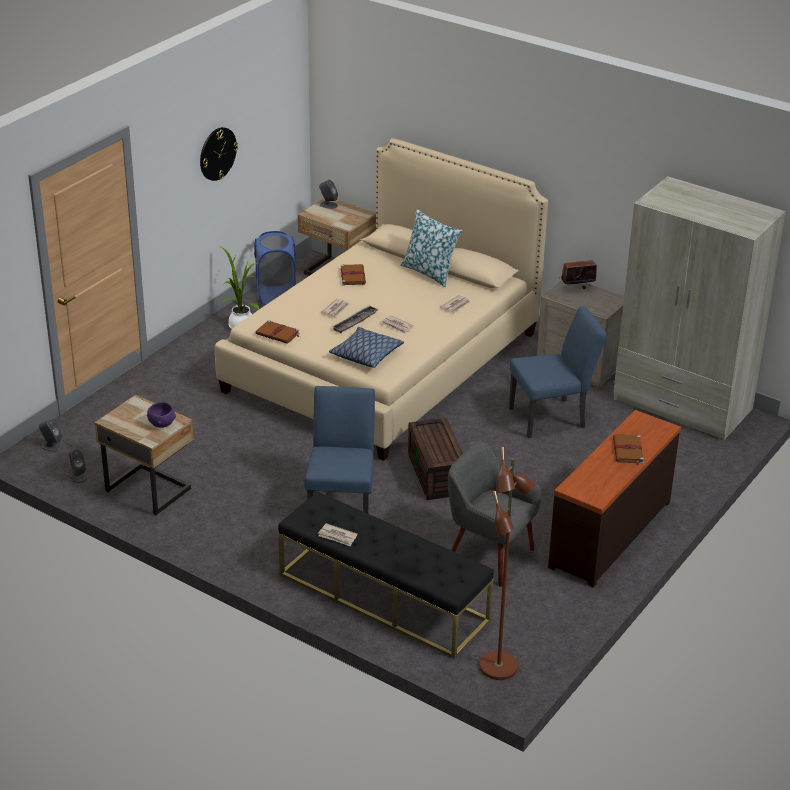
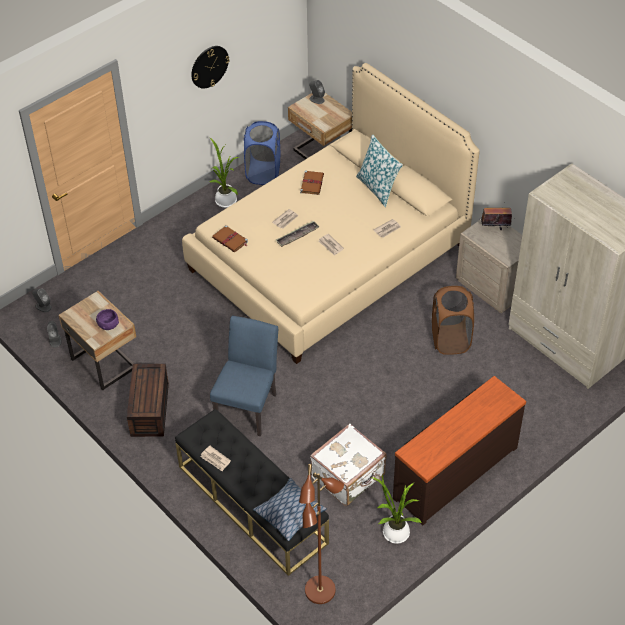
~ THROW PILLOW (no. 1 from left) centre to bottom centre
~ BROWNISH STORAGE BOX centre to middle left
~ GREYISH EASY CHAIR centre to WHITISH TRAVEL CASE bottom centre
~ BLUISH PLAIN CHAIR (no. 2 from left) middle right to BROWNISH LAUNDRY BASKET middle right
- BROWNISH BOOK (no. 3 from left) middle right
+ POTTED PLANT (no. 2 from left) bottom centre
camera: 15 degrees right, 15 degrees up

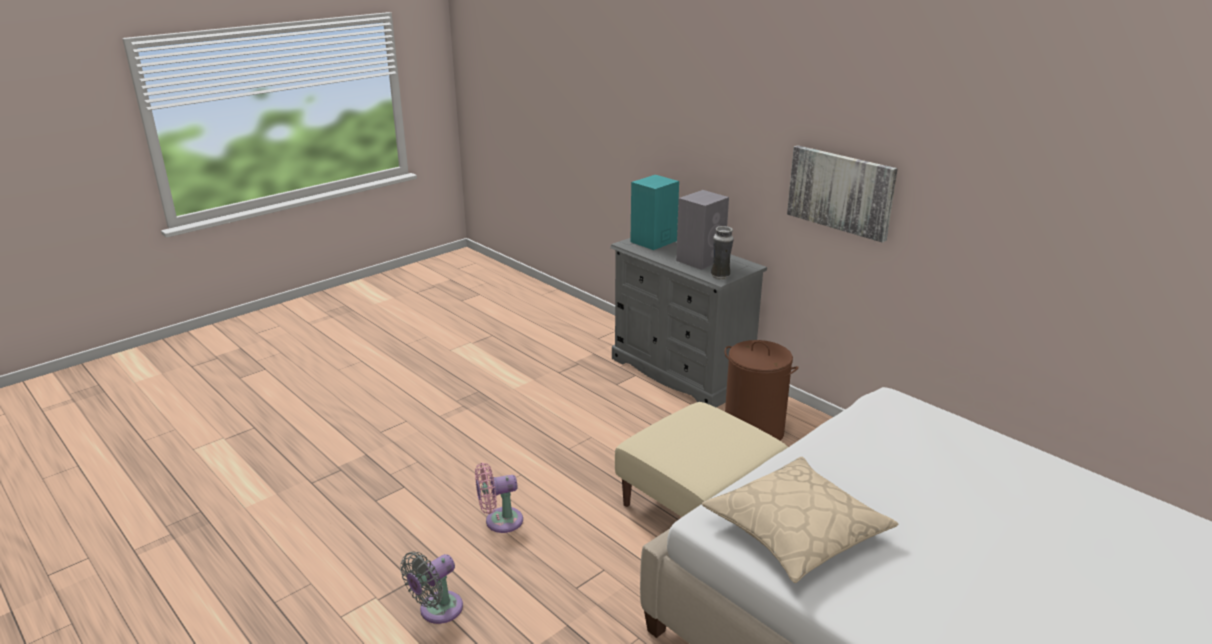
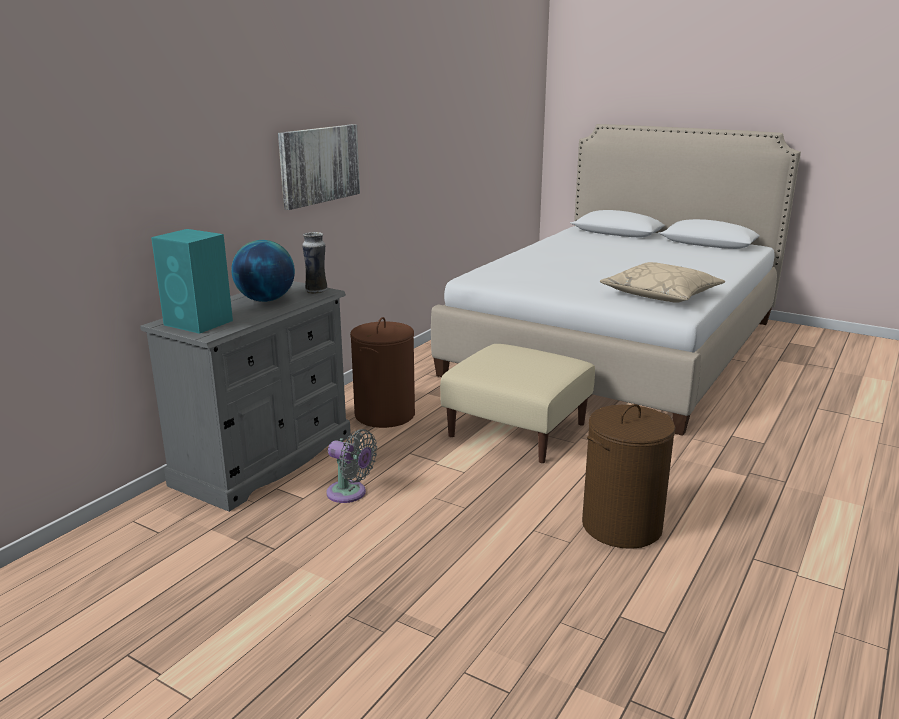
~ GREYISH ELECTRIC FAN bottom centre to centre
~ PINK-COLOURED ELECTRIC FAN bottom centre to BROWNISH LAUNDRY BASKET (no. 2 from left) middle right
~ GREYISH LOUDSPEAKER centre to WORLD GLOBE middle left
camera: 105 degrees left, 5 degrees down

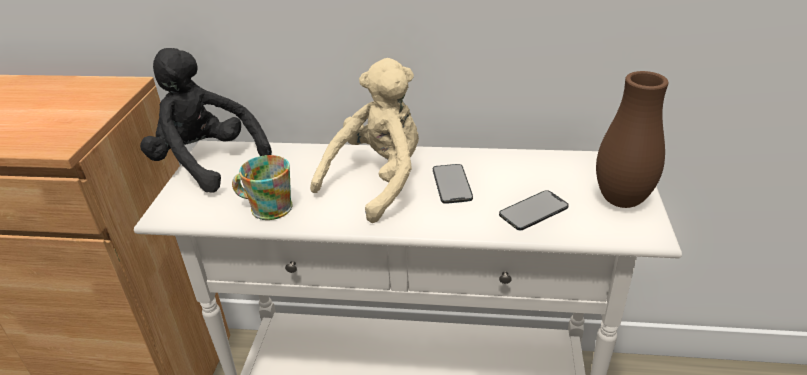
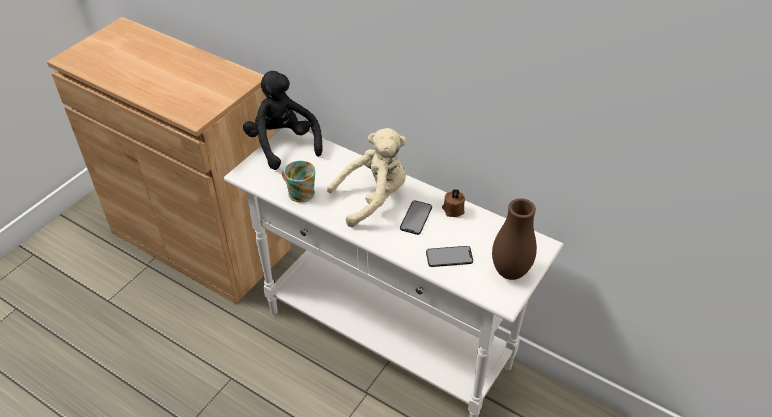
+ BROWNISH CANDLE centre
camera: 25 degrees right, 10 degrees up

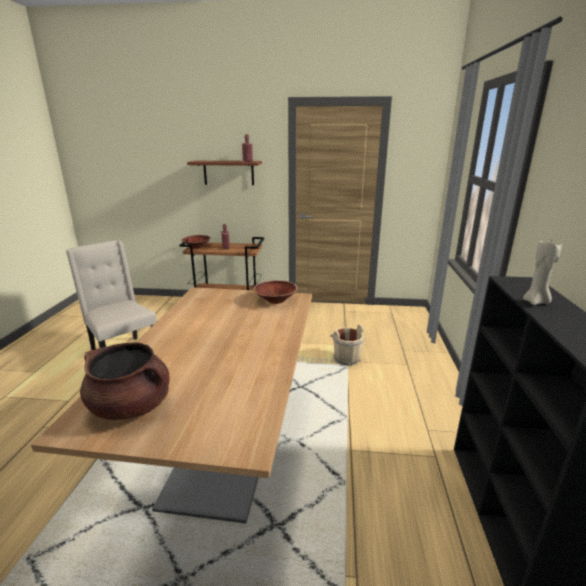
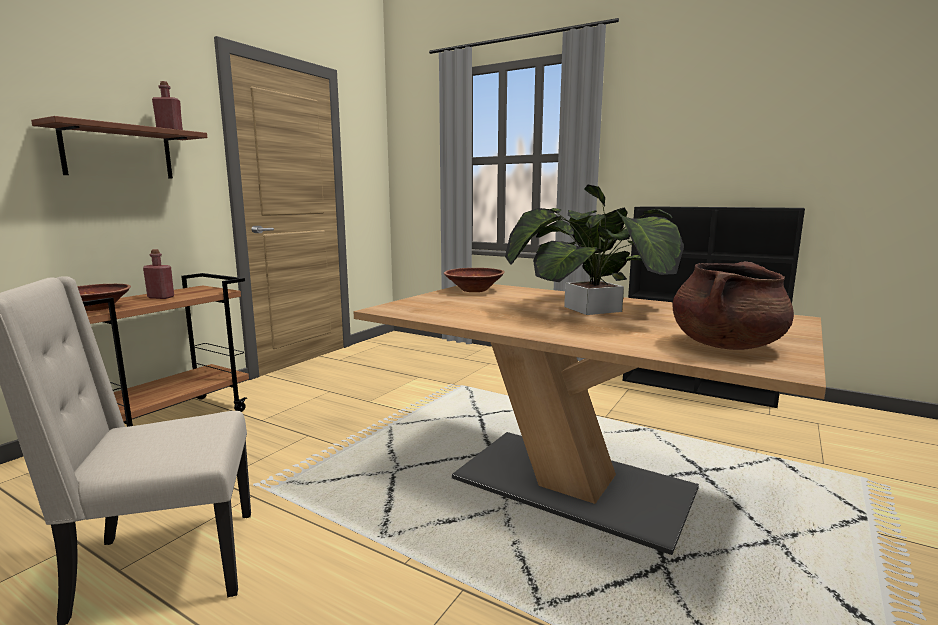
- BEIGE BUCKET centre
- BEIGE CANDLE middle right
+ POTTED PLANT centre
camera: 65 degrees left, 10 degrees down

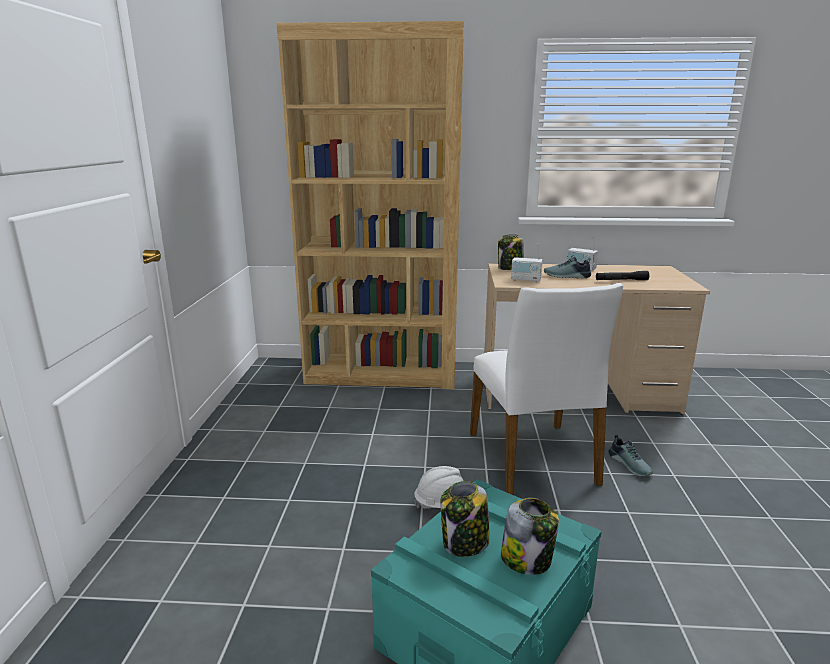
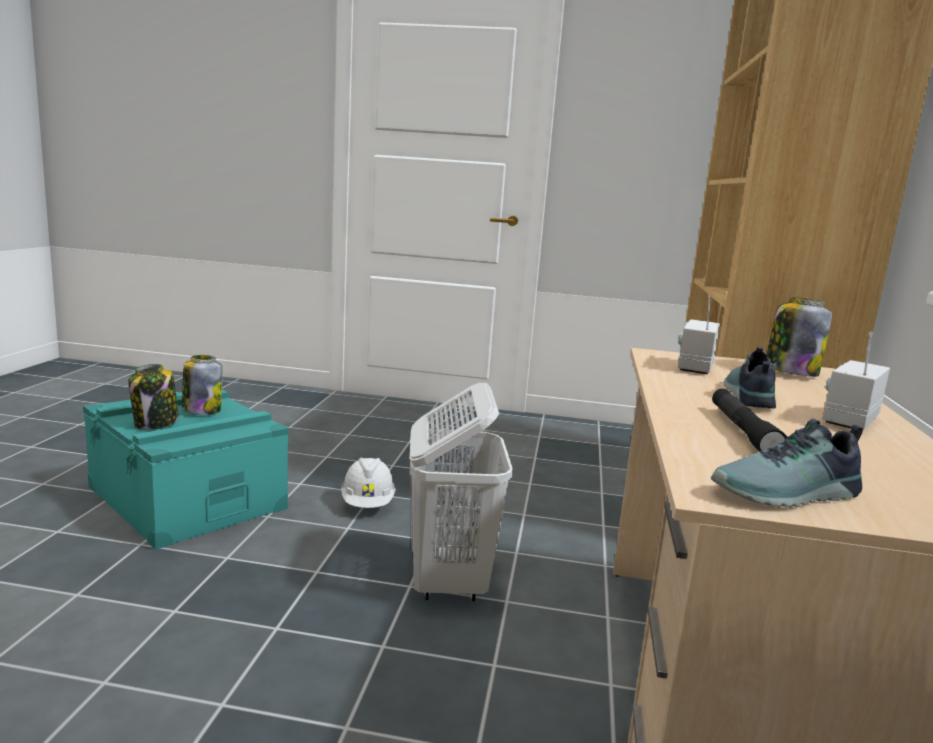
~ WHITISH PLAIN CHAIR centre to WHITISH LAUNDRY BASKET centre
~ LOW SHOE (no. 2 from left) bottom right to middle right
camera: 95 degrees right, 5 degrees down

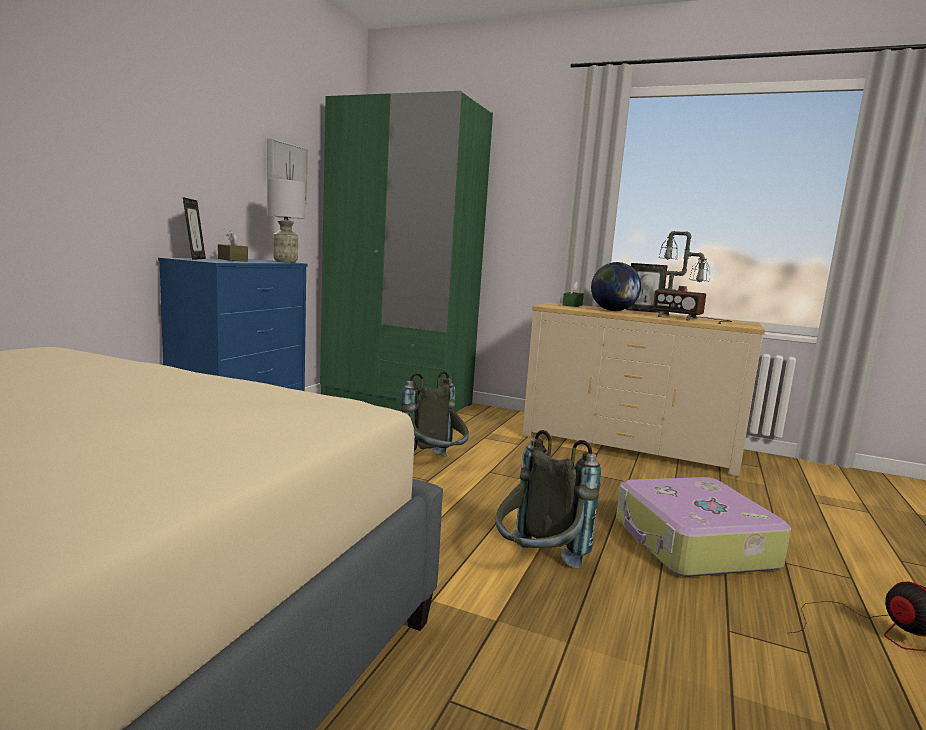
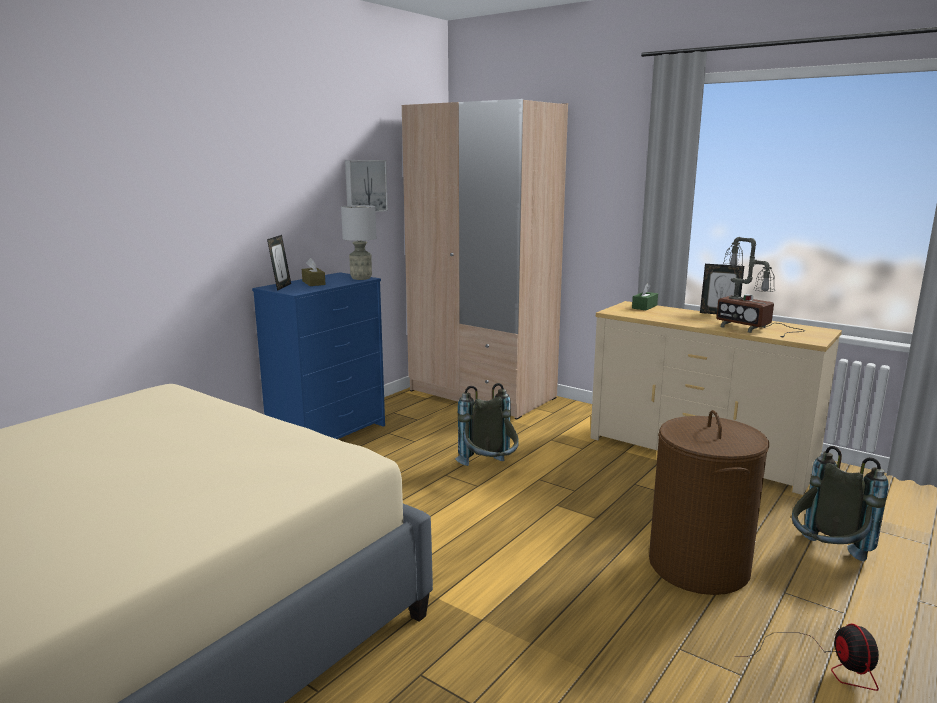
~ GREEN ARMOIRE centre to BEIGE ARMOIRE centre
~ GREYISH RUCKSACK (no. 2 from left) bottom centre to bottom right
- WORLD GLOBE centre
~ TRAVEL CASE bottom right to BROWNISH LAUNDRY BASKET bottom right
camera: 15 degrees right, 5 degrees up

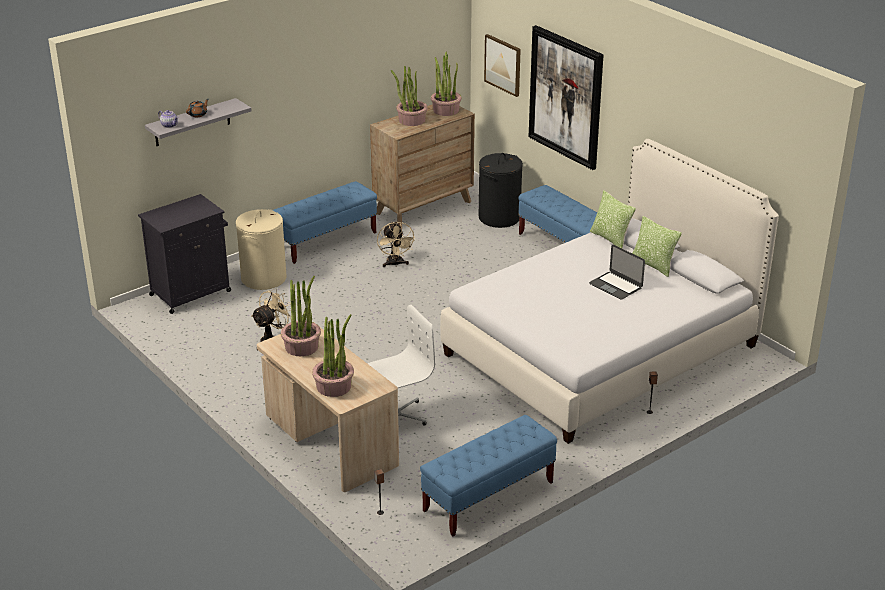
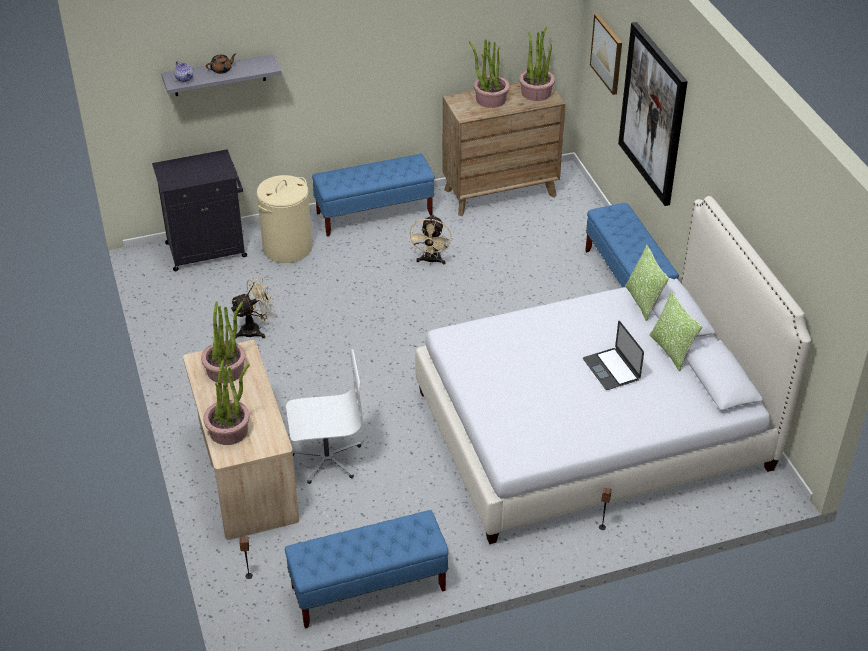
- BLACK-COLOURED LAUNDRY BASKET top centre
camera: 20 degrees right, 10 degrees up

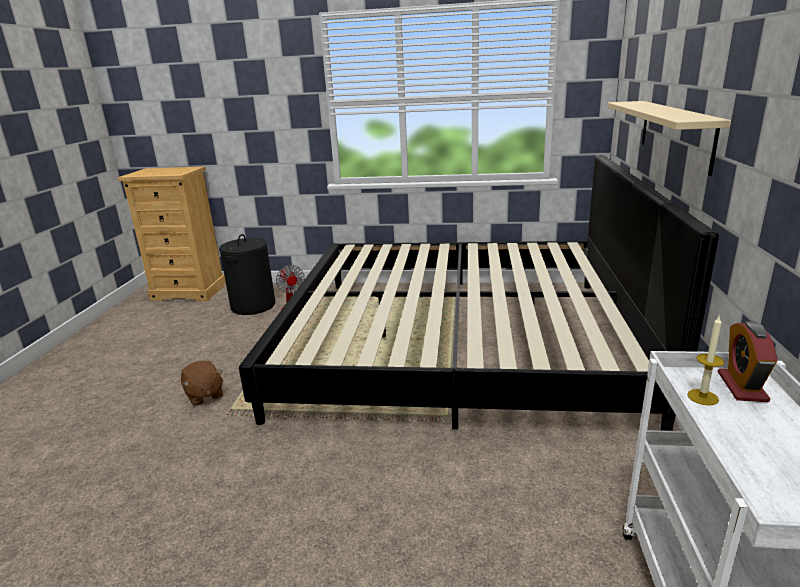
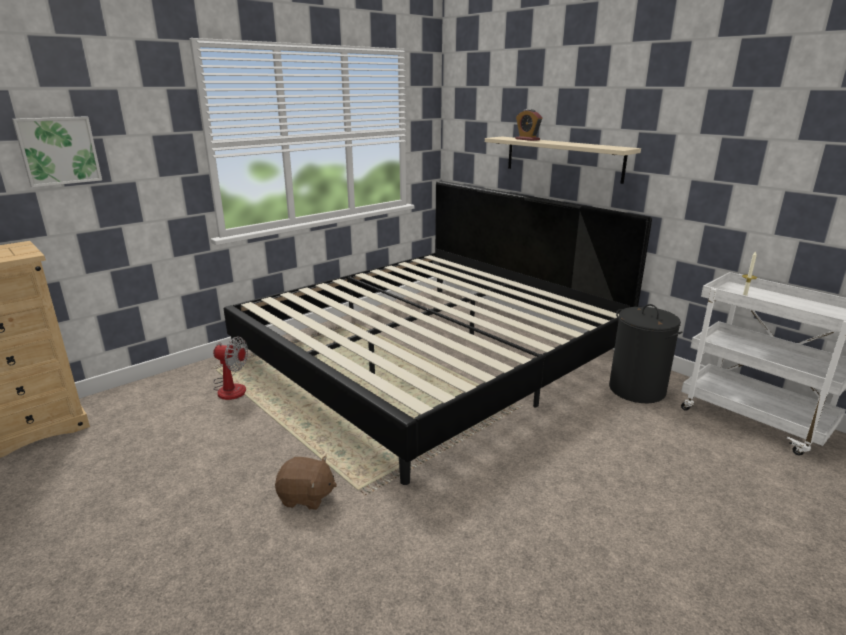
~ BLACK-COLOURED LAUNDRY BASKET middle left to middle right
~ TABLE CLOCK middle right to top centre
+ PICTURE top left
camera: 50 degrees left, 0 degrees up

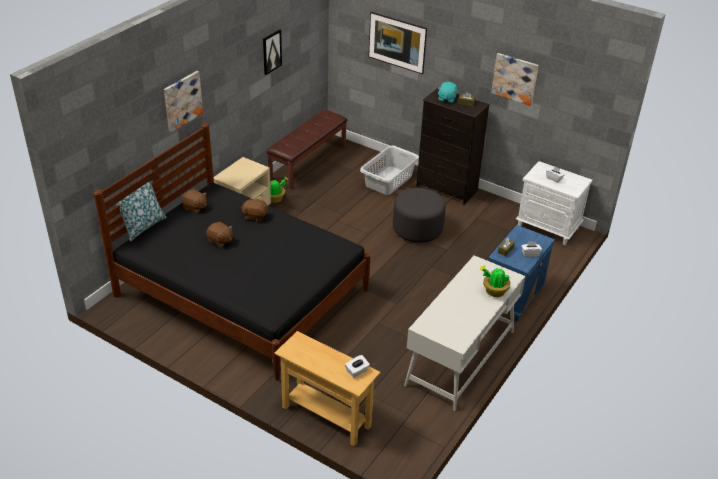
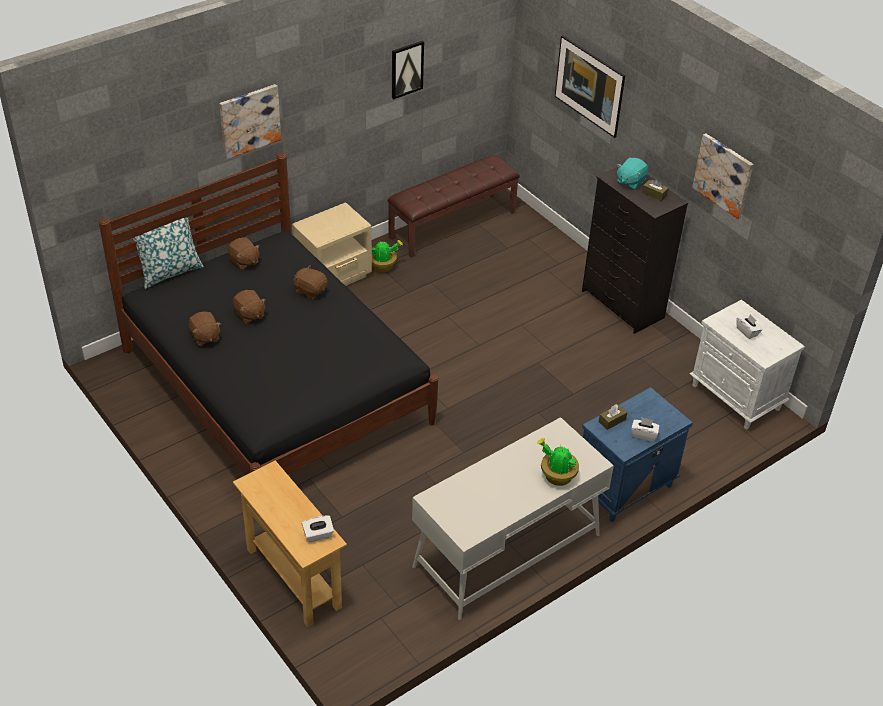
- GREYISH LAUNDRY BASKET centre
- GREYISH OTTOMAN centre
+ BROWNISH CUDDLY TOY (no. 1 from left) middle left
camera: 20 degrees right, 5 degrees up

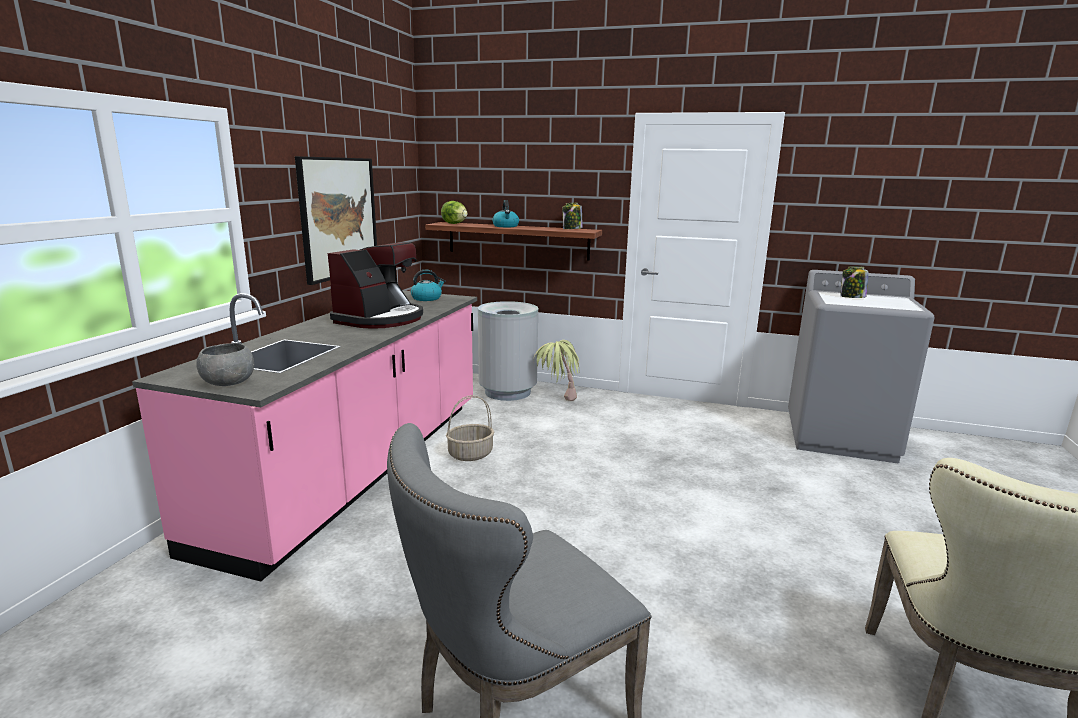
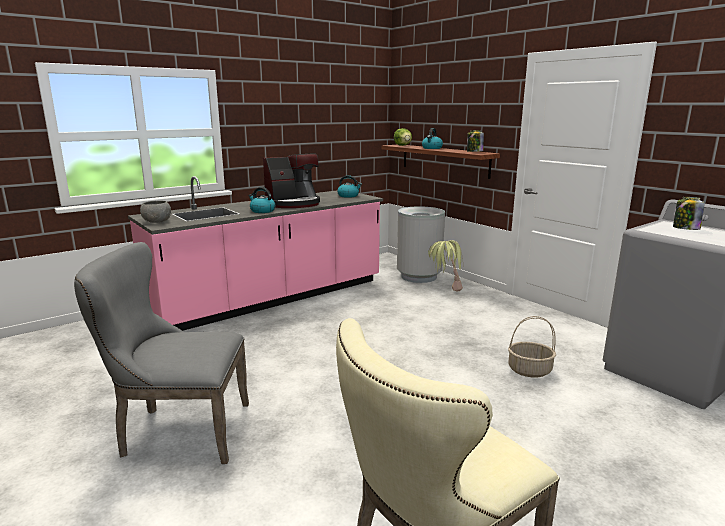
- PICTURE top left
~ STORAGE BASKET centre to middle right
+ TEA KETTLE (no. 1 from left) centre
camera: 35 degrees right, 0 degrees up

